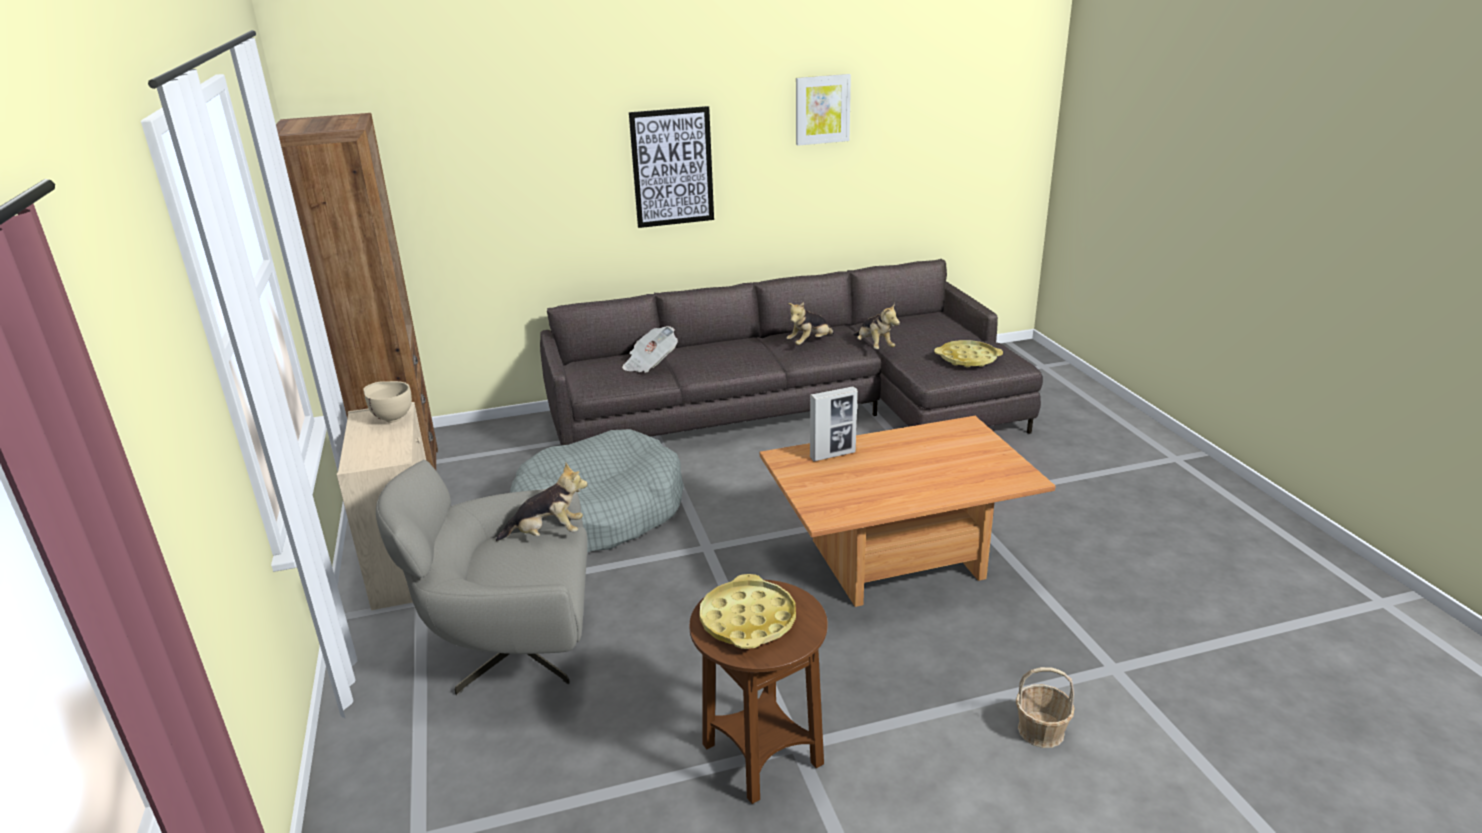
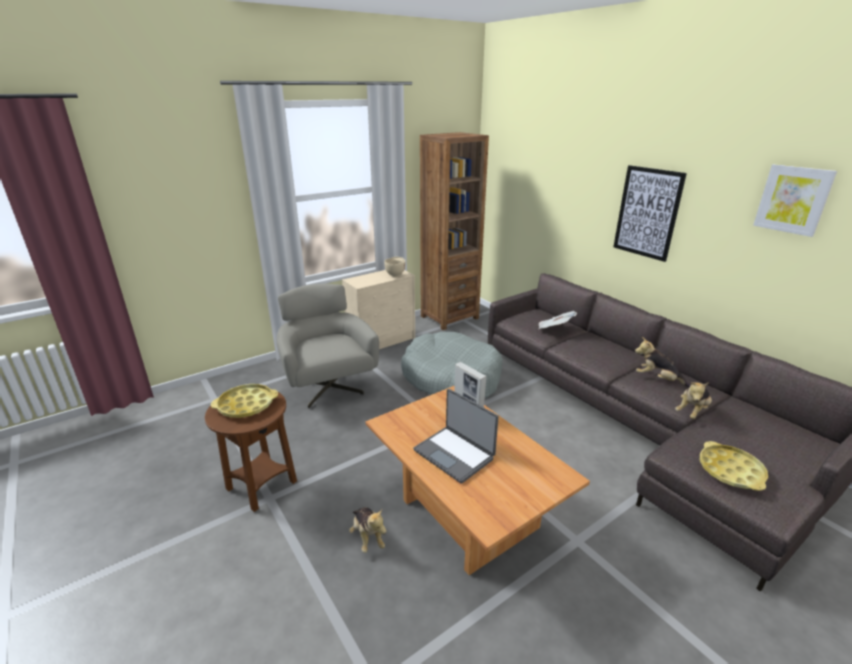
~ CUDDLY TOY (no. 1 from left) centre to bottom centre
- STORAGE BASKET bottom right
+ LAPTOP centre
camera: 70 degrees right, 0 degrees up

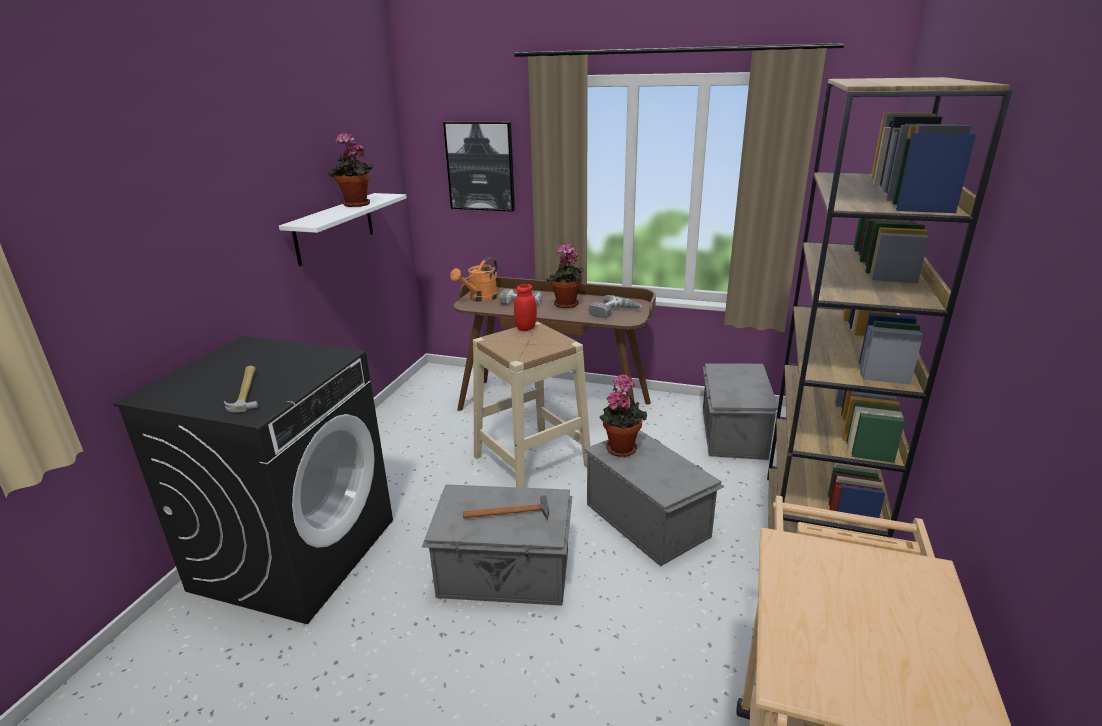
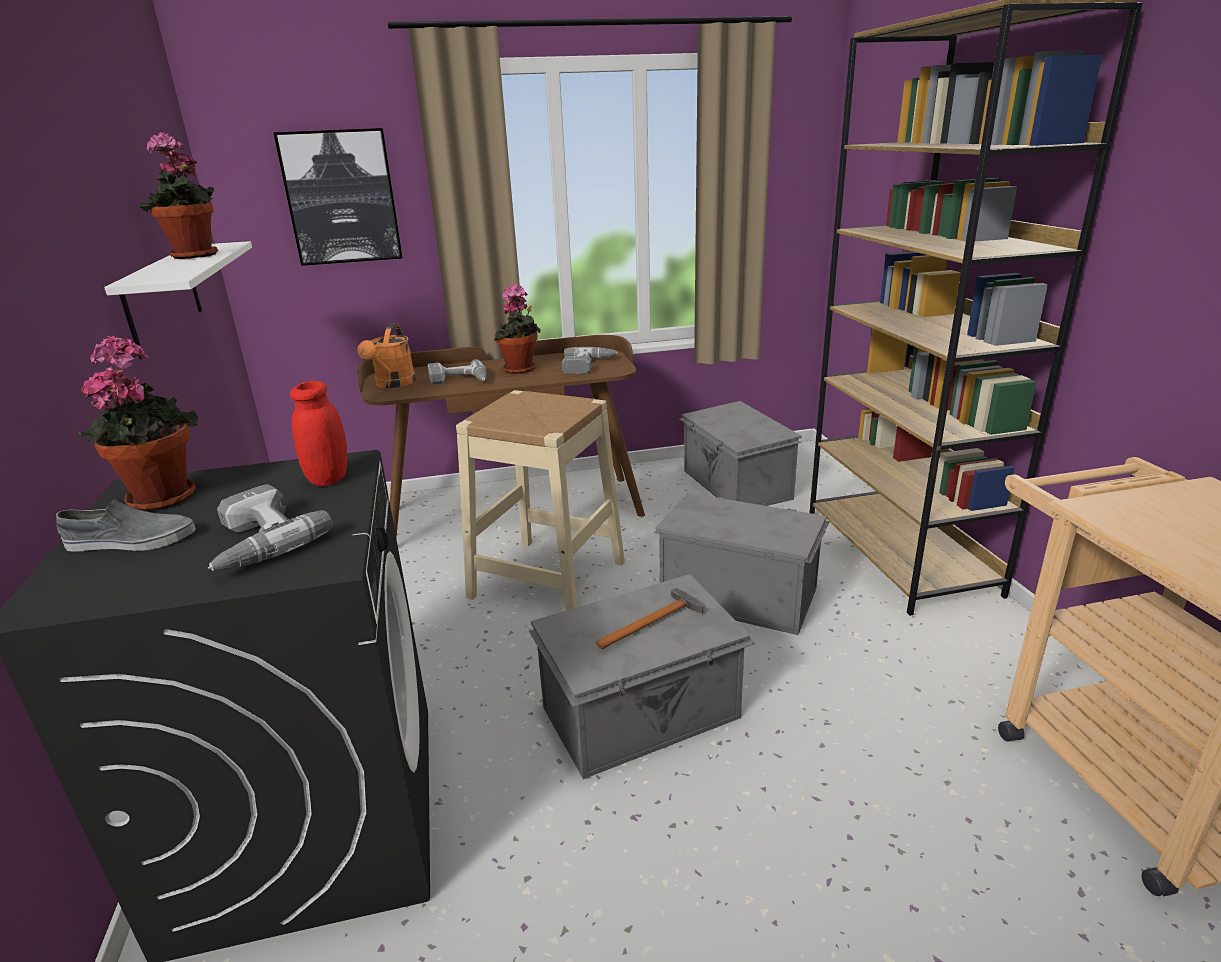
~ HAND HAMMER (no. 1 from left) middle left to ELECTRIC DRILL (no. 1 from left) middle left
~ REDDISH PRESERVE JAR centre to middle left
~ POTTED PLANT (no. 3 from left in the first image) centre to POTTED PLANT (no. 1 from left) middle left
+ GREYISH LOW SHOE middle left
camera: 30 degrees left, 0 degrees up

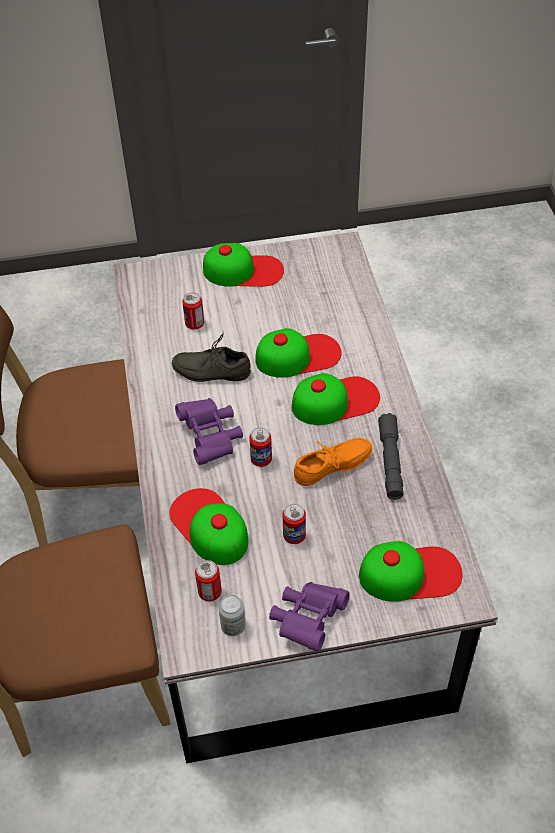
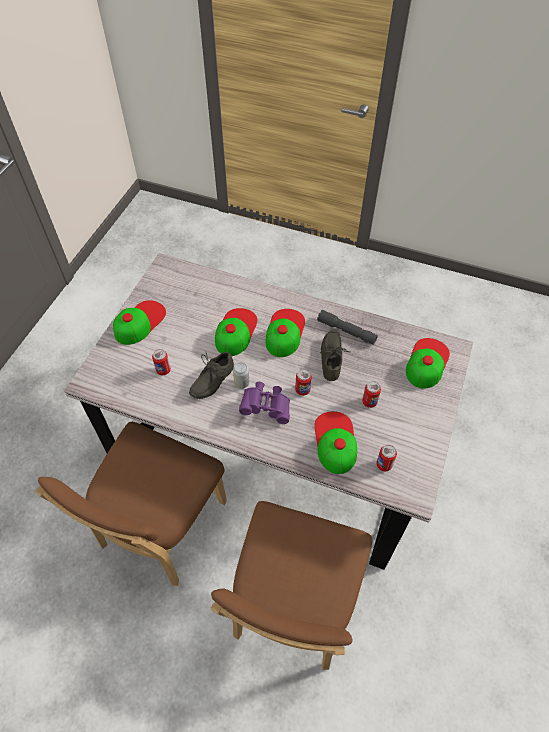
~ CAP (no. 1 from left in the first image) centre = centre 90 degrees clockwise
~ METAL CAN (no. 3 from left in the first image) bottom centre to METAL CAN (no. 2 from left) centre
- PURPLE BINOCULARS (no. 2 from left) bottom centre
~ ORANGEY LOW SHOE centre to GREYISH LOW SHOE (no. 2 from left) centre
camera: 60 degrees left, 5 degrees up

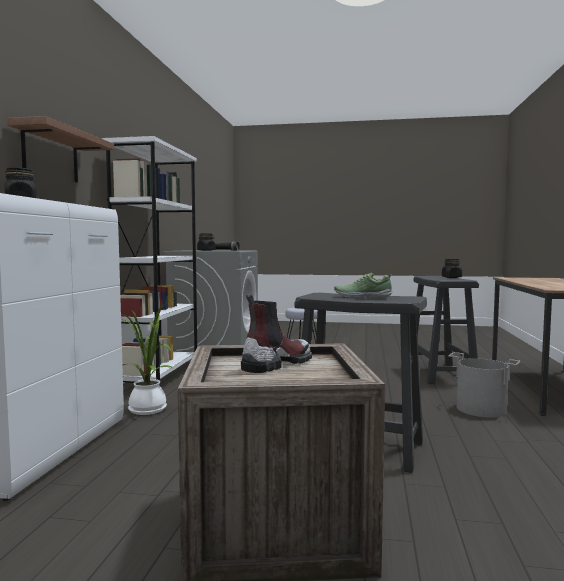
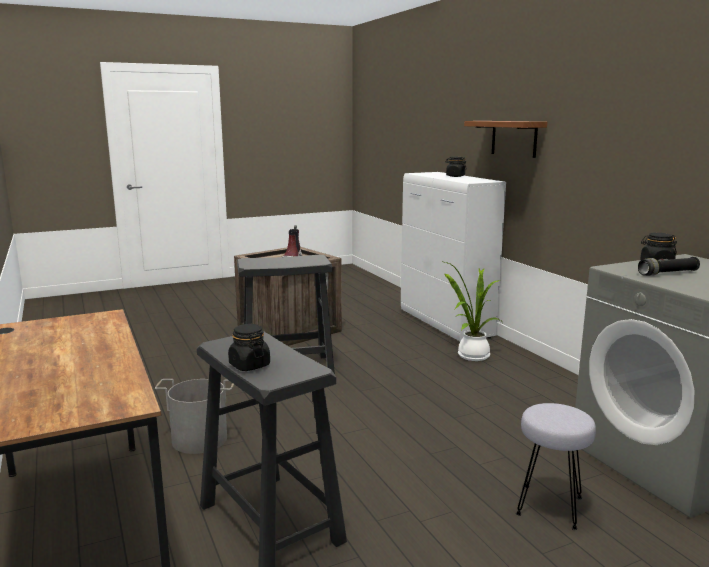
- WHITISH BOOKSHELF middle left
- LOW SHOE centre
camera: 145 degrees right, 10 degrees up

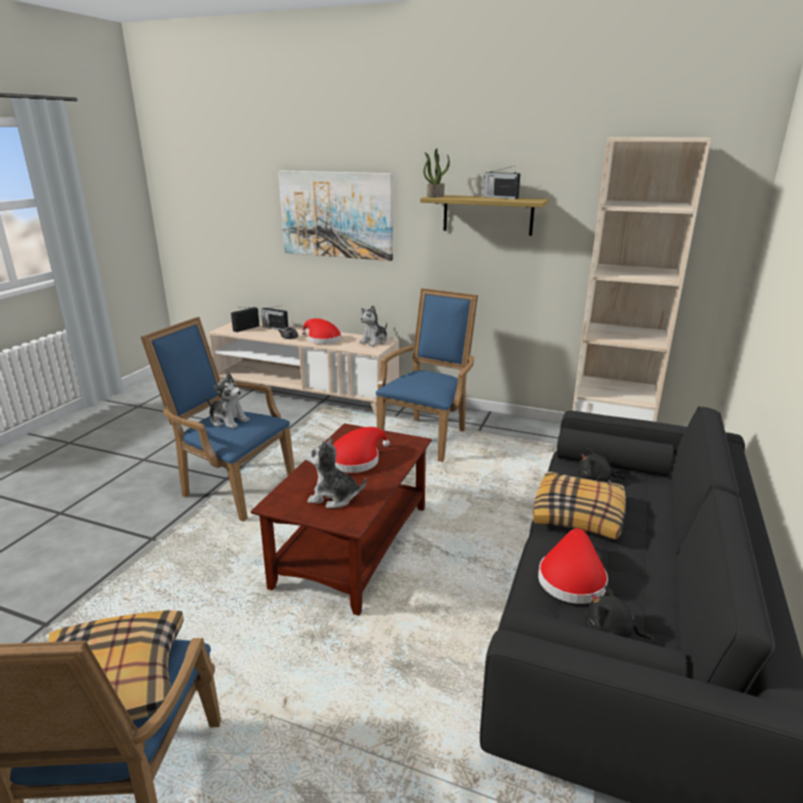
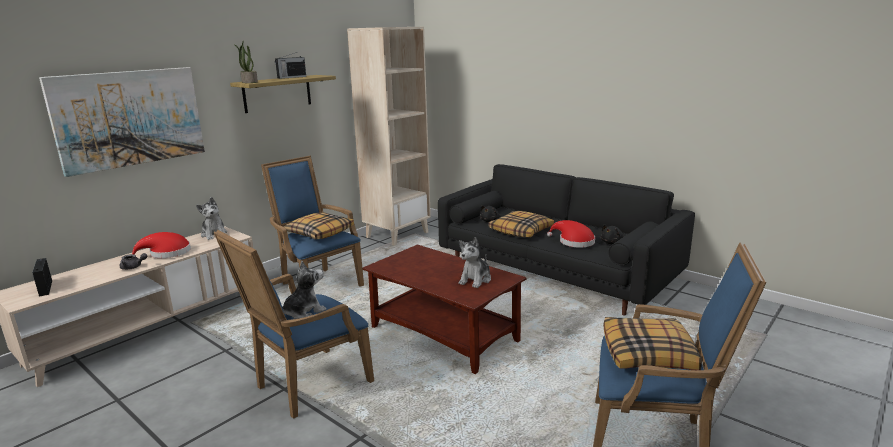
- RADIO RECEIVER (no. 2 from left) centre
- REDDISH HAT (no. 2 from left) centre
+ THROW PILLOW (no. 1 from left) centre
camera: 70 degrees left, 5 degrees down

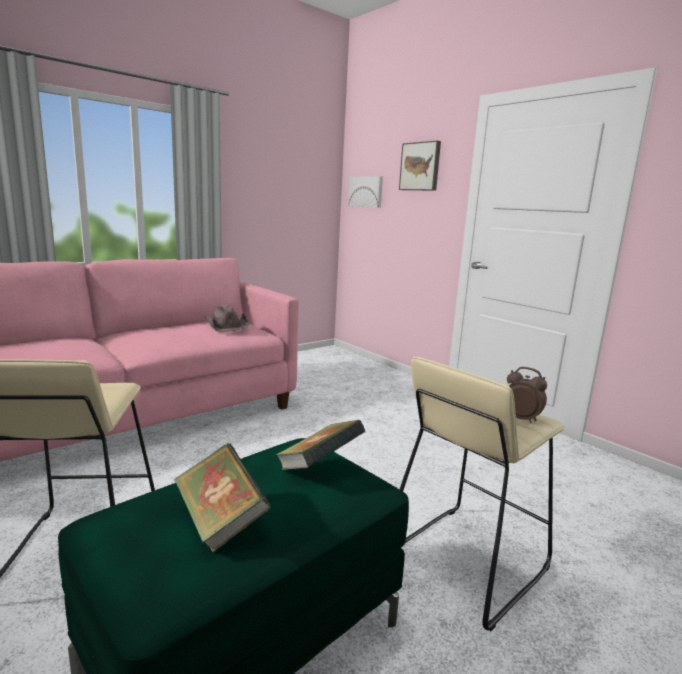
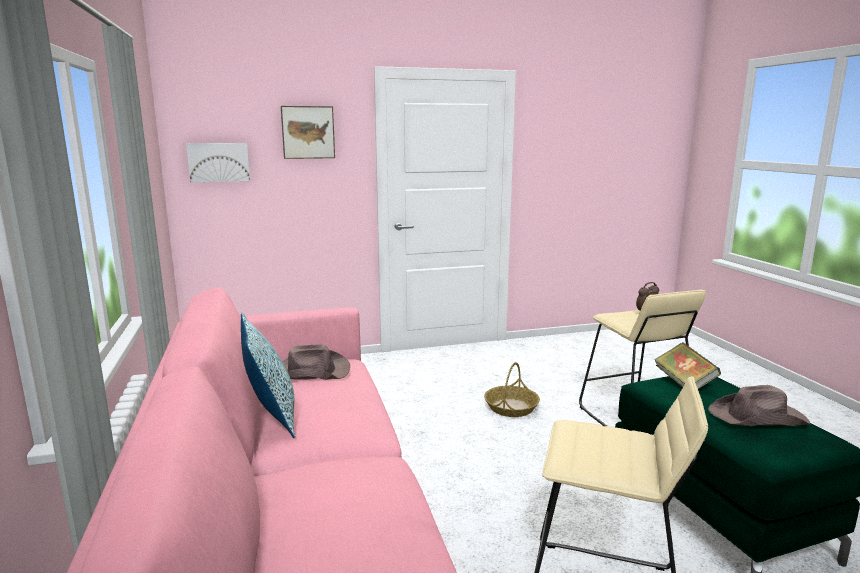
~ BOOK (no. 1 from left) bottom left to BROWNISH HAT (no. 2 from left) bottom right
+ THROW PILLOW middle left
+ STORAGE BASKET bottom centre
camera: 65 degrees left, 0 degrees up

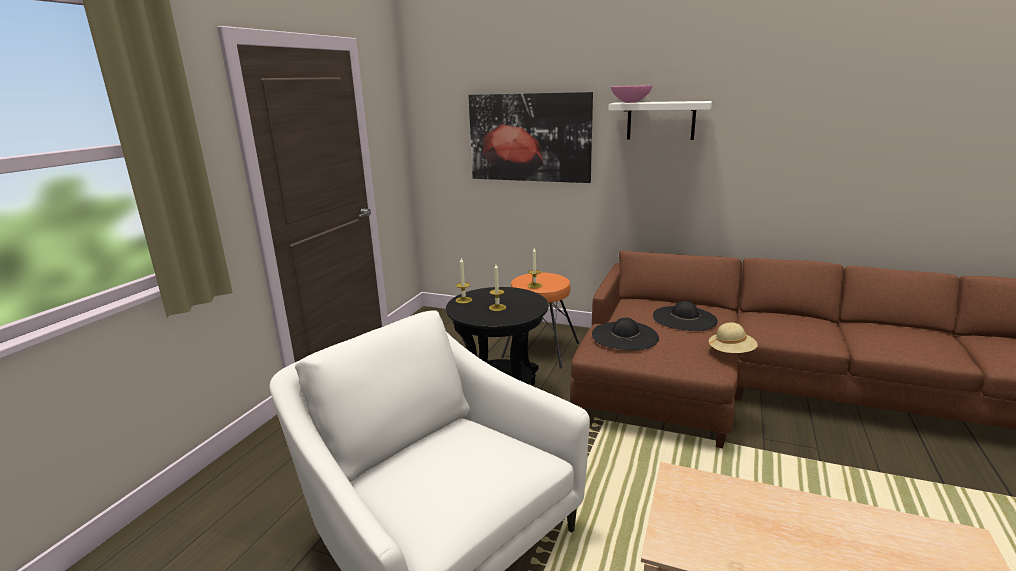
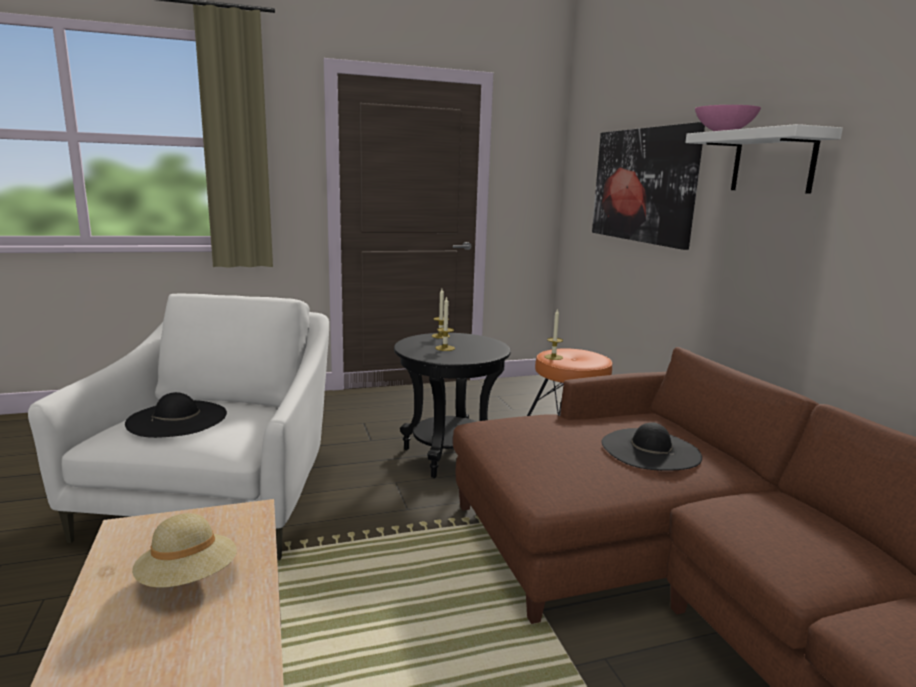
~ BLACK-COLOURED HAT (no. 1 from left) centre to middle left
~ BEIGE HAT middle right to bottom left
camera: 50 degrees right, 5 degrees down

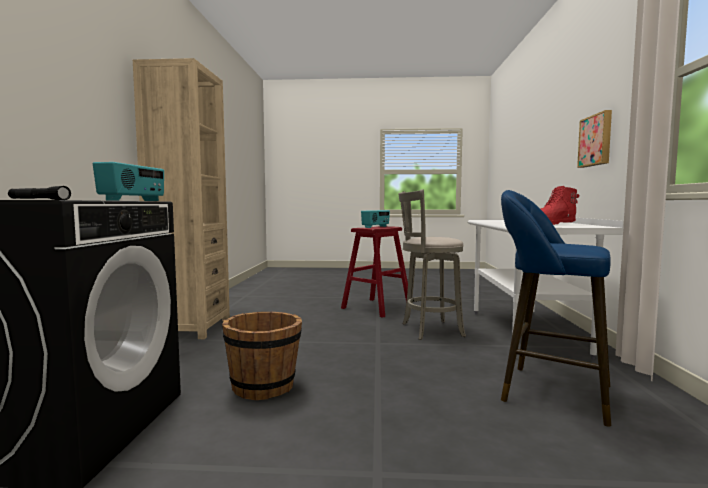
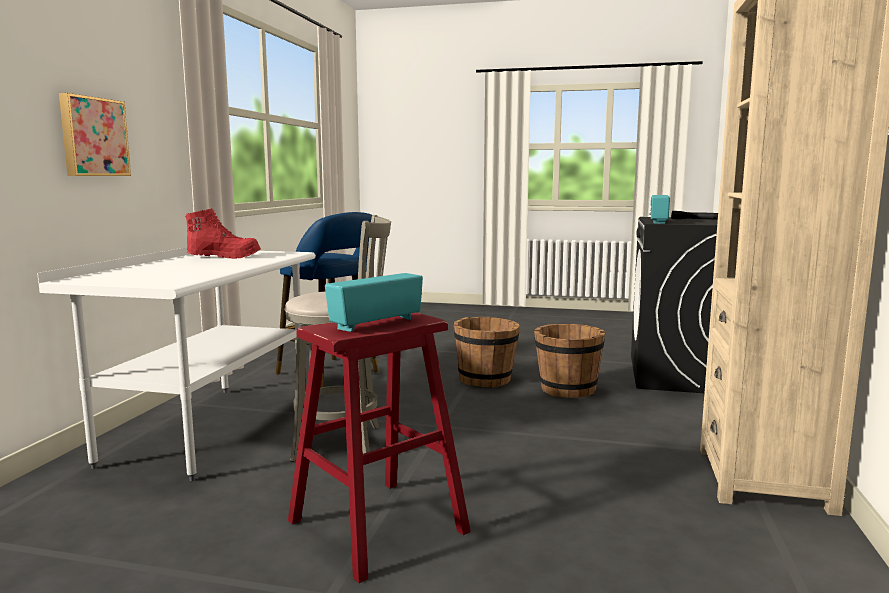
+ BROWNISH BUCKET (no. 1 from left) centre
camera: 170 degrees left, 5 degrees up

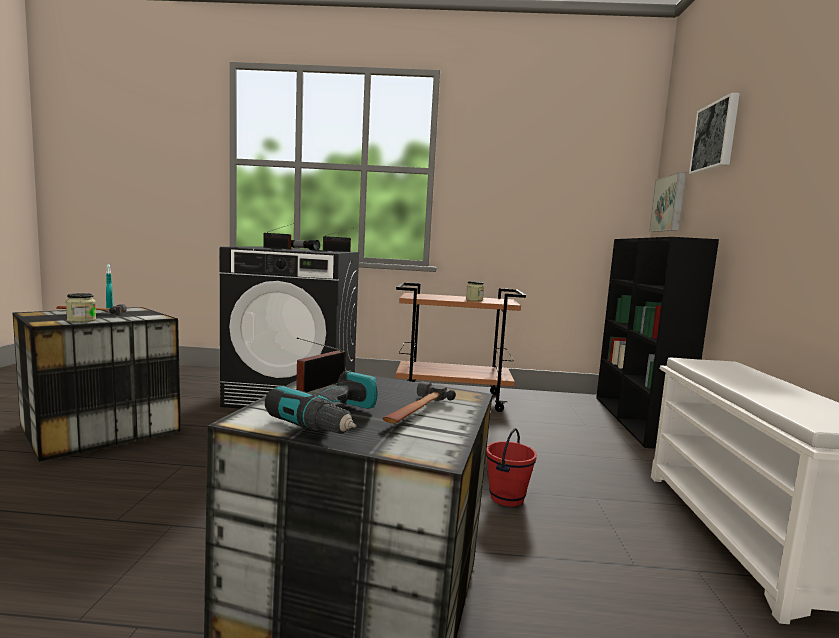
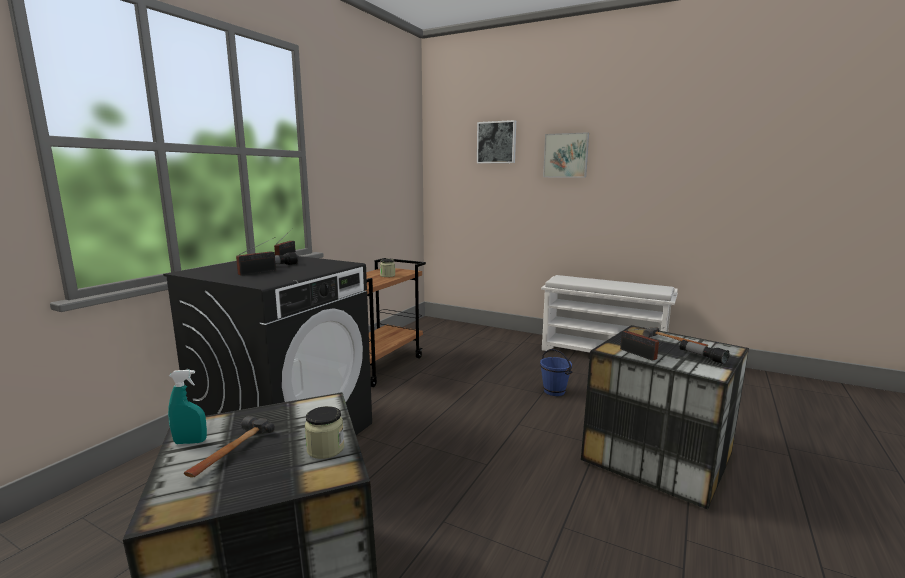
~ ELECTRIC DRILL centre to TORCH (no. 2 from left) middle right
~ REDDISH BUCKET bottom centre to BLUISH BUCKET centre
- BLACK-COLOURED BOOKSHELF middle right
~ PICTURE (no. 1 from left in the first image) top right to PICTURE (no. 2 from left) top centre
camera: 65 degrees left, 5 degrees up

